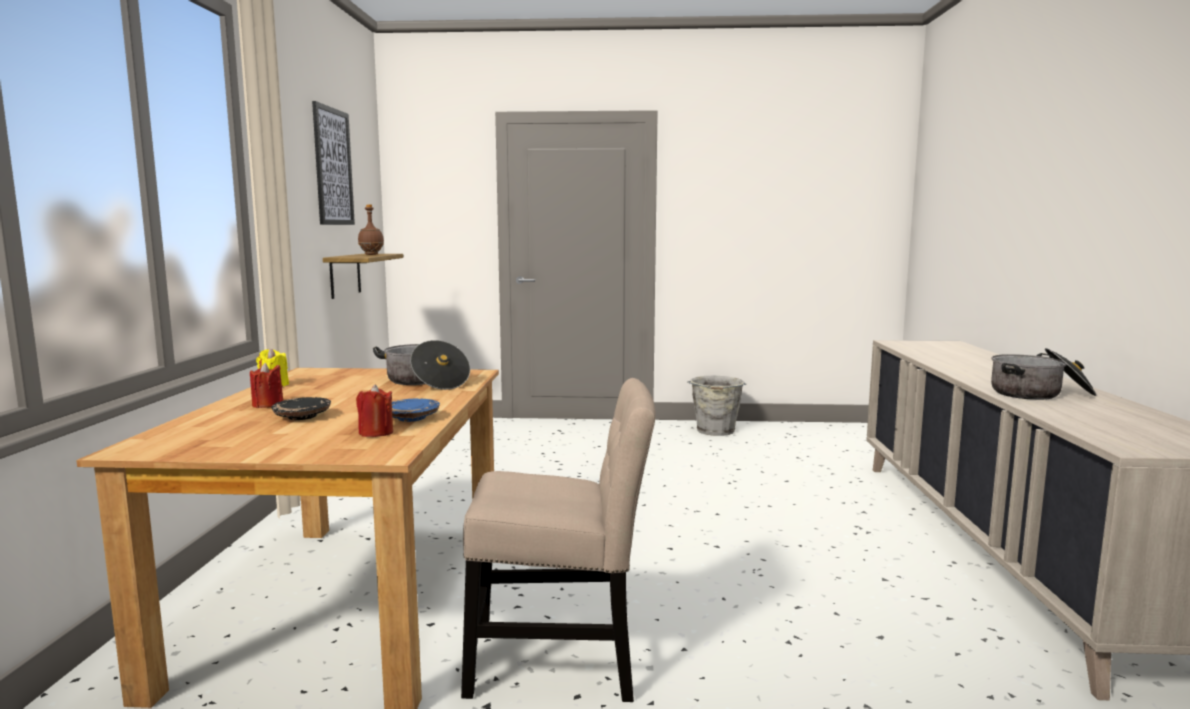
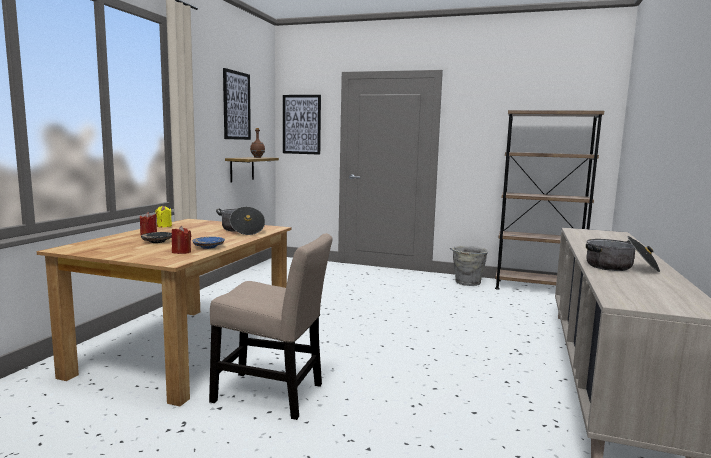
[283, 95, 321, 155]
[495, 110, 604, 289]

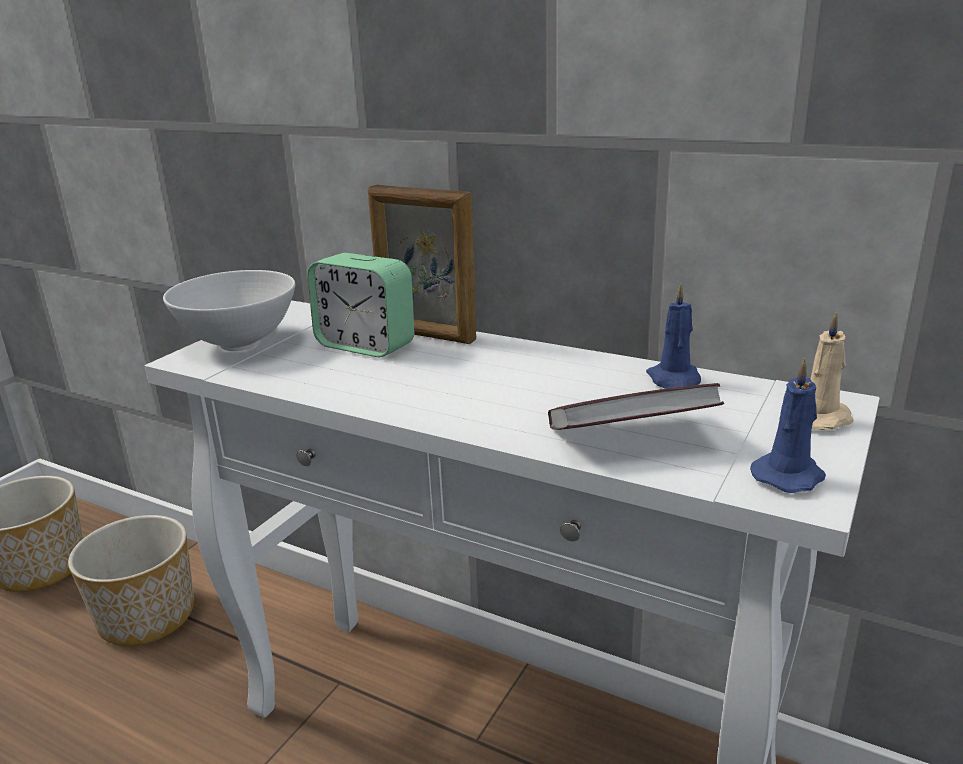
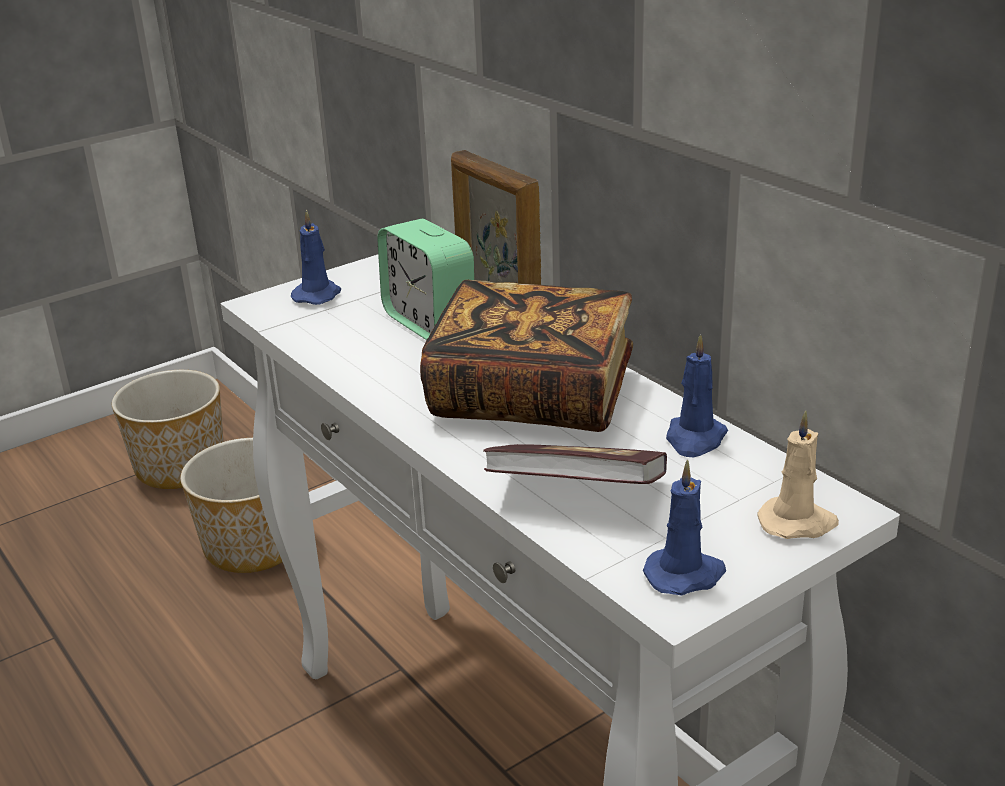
[420, 280, 633, 432]
[291, 209, 341, 305]

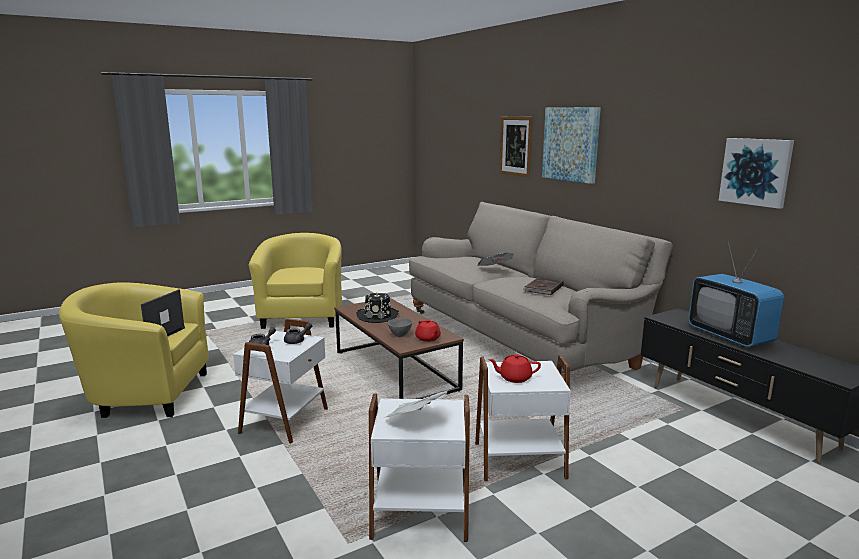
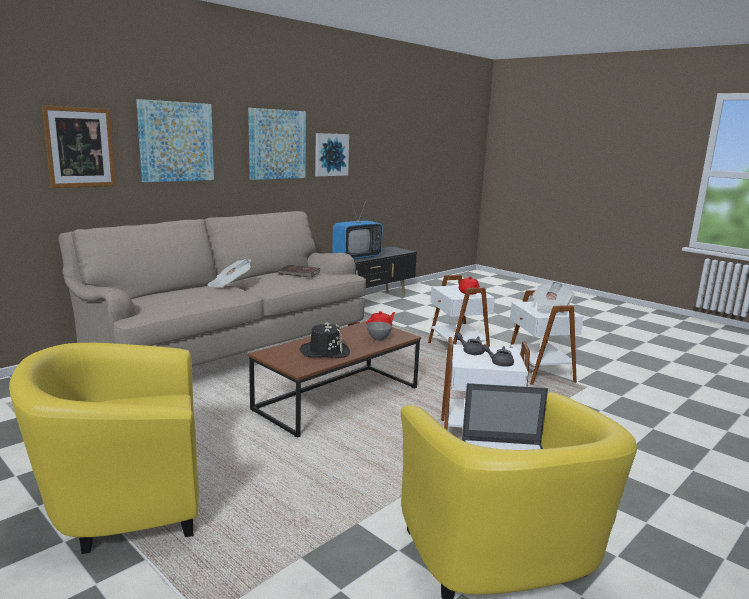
[248, 108, 306, 180]

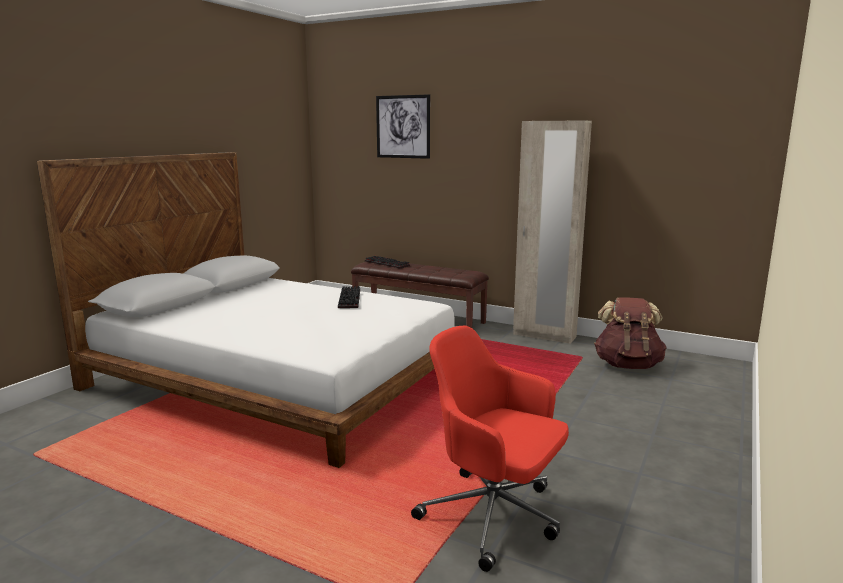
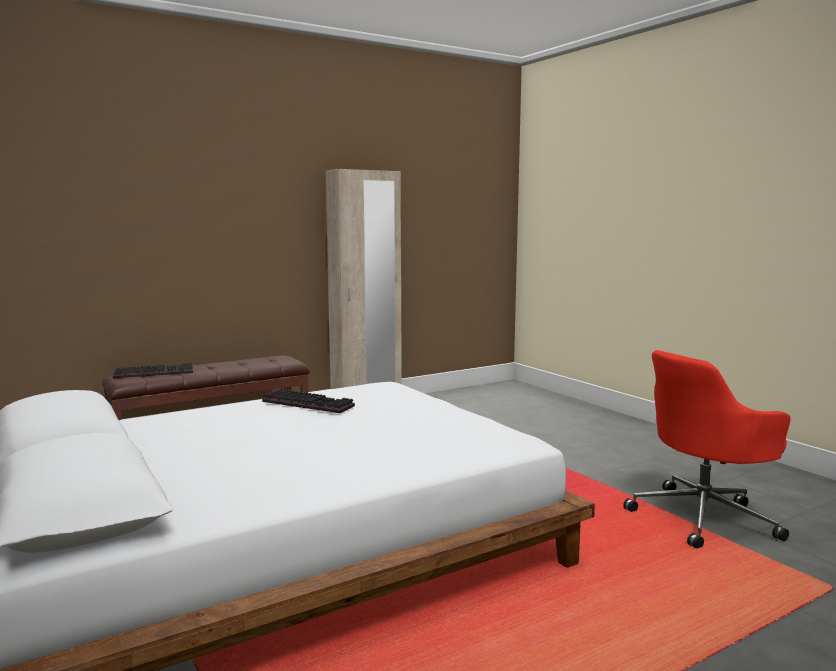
[376, 94, 430, 159] (first image)
[594, 297, 667, 369] (first image)

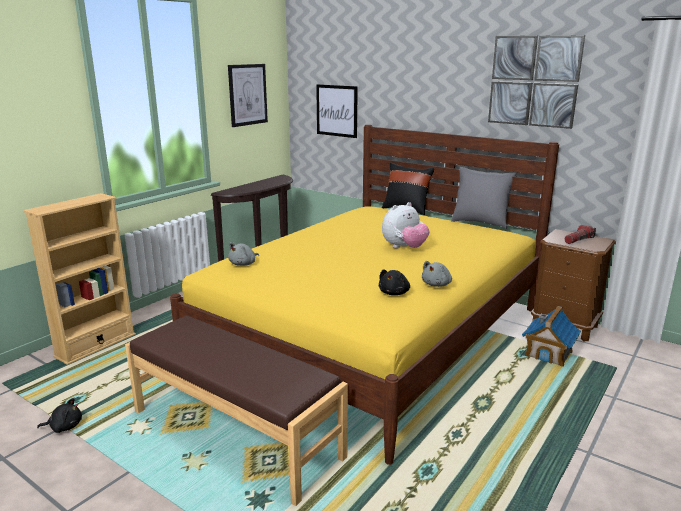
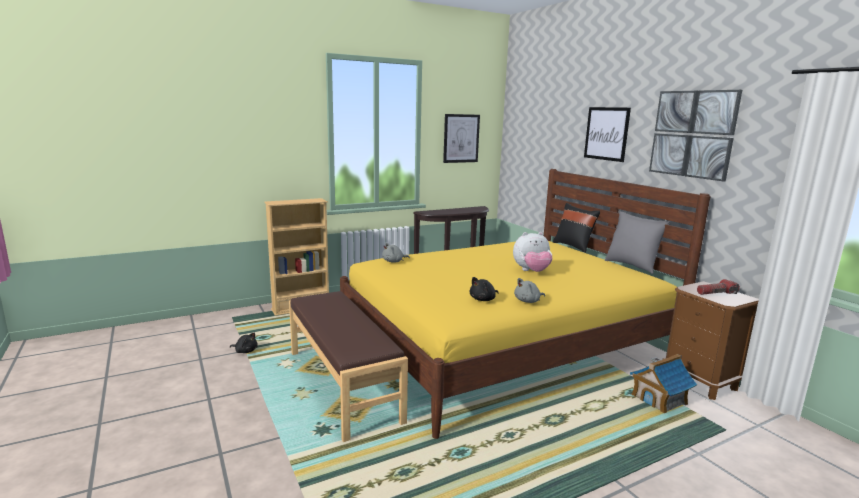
[584, 107, 631, 162]

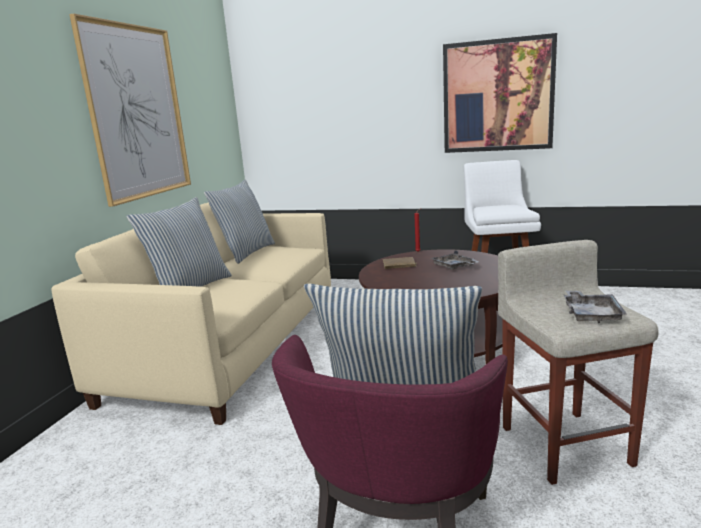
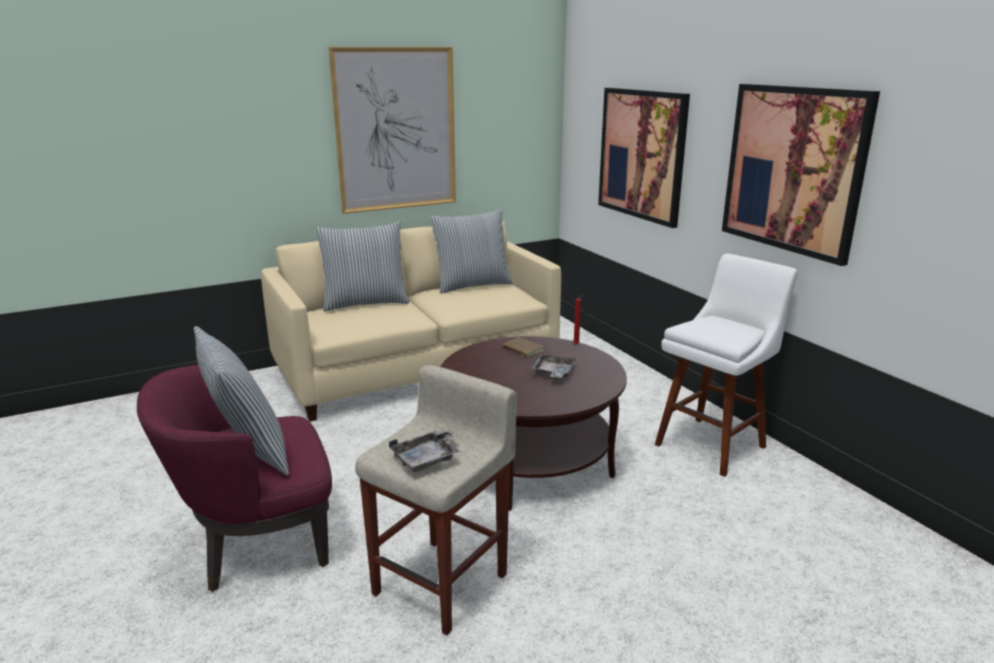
[598, 88, 690, 228]

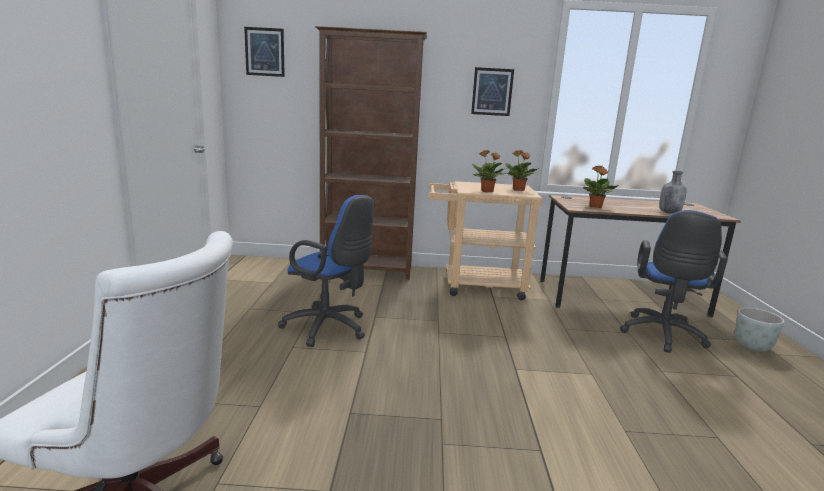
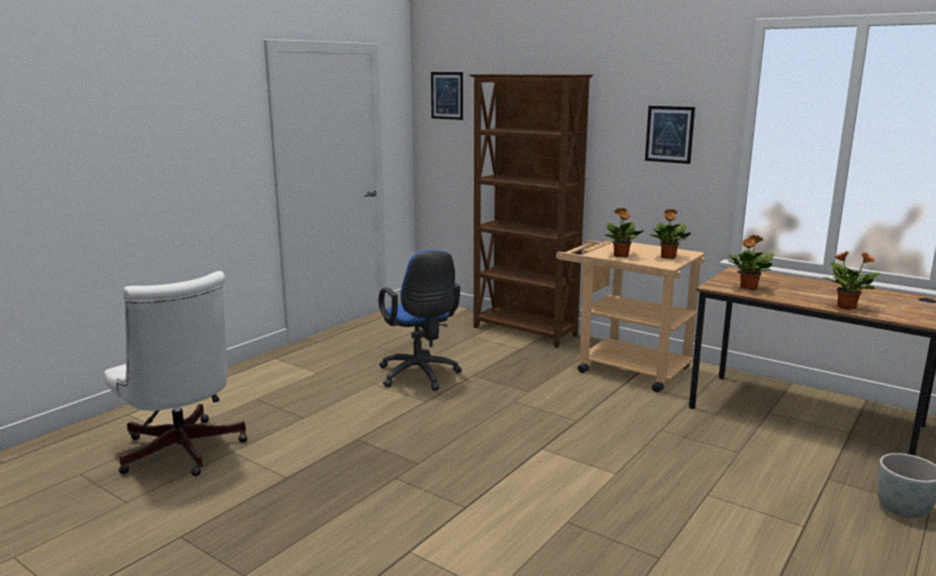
[620, 210, 728, 353] (first image)
[822, 251, 881, 310]

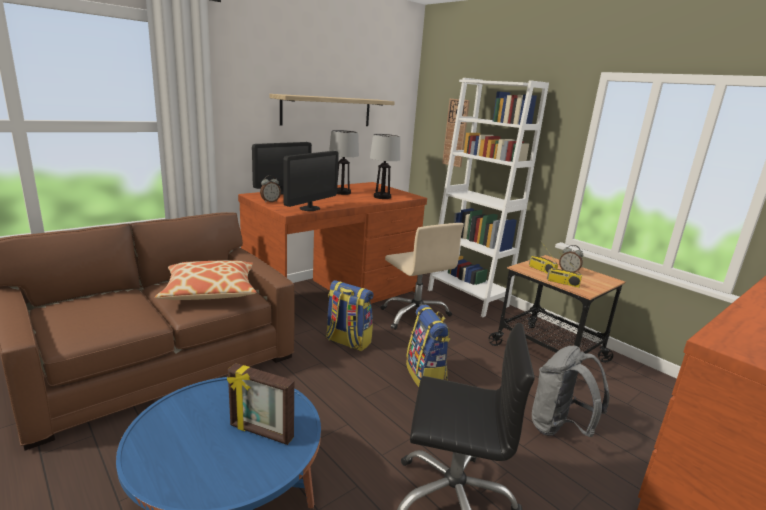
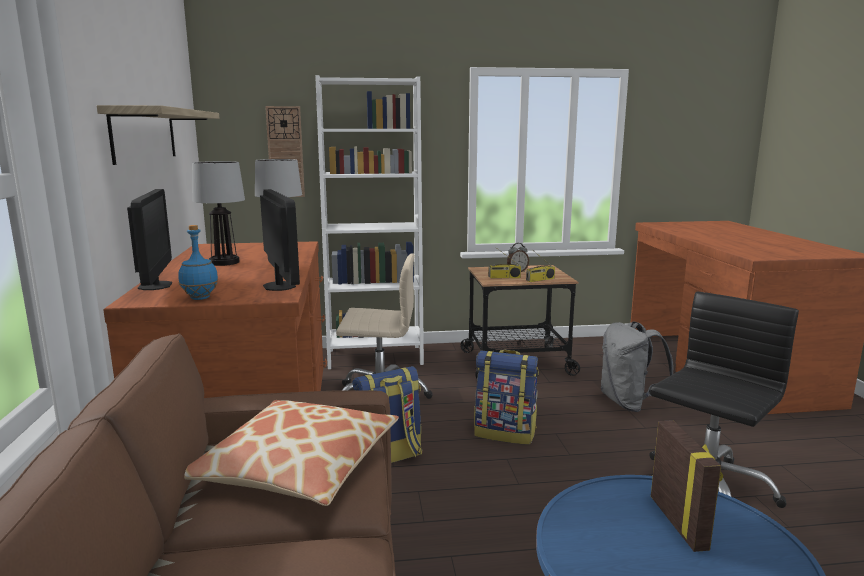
[178, 225, 218, 300]
[651, 420, 723, 552]

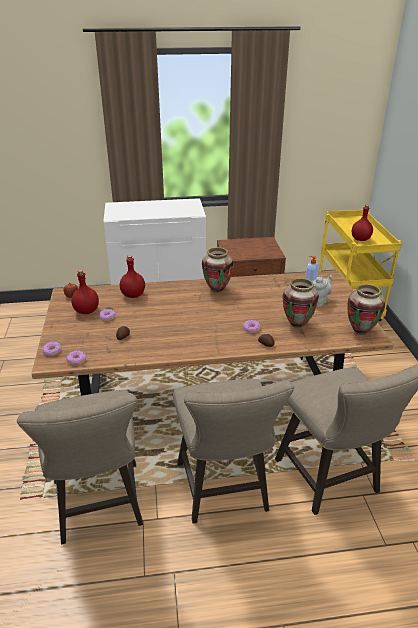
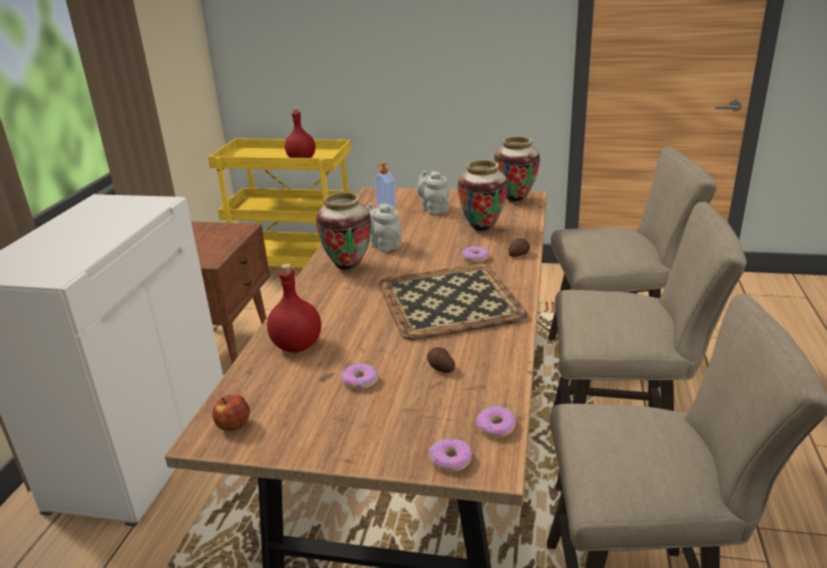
[72, 270, 99, 314] (first image)
[367, 203, 401, 252]
[379, 264, 528, 340]

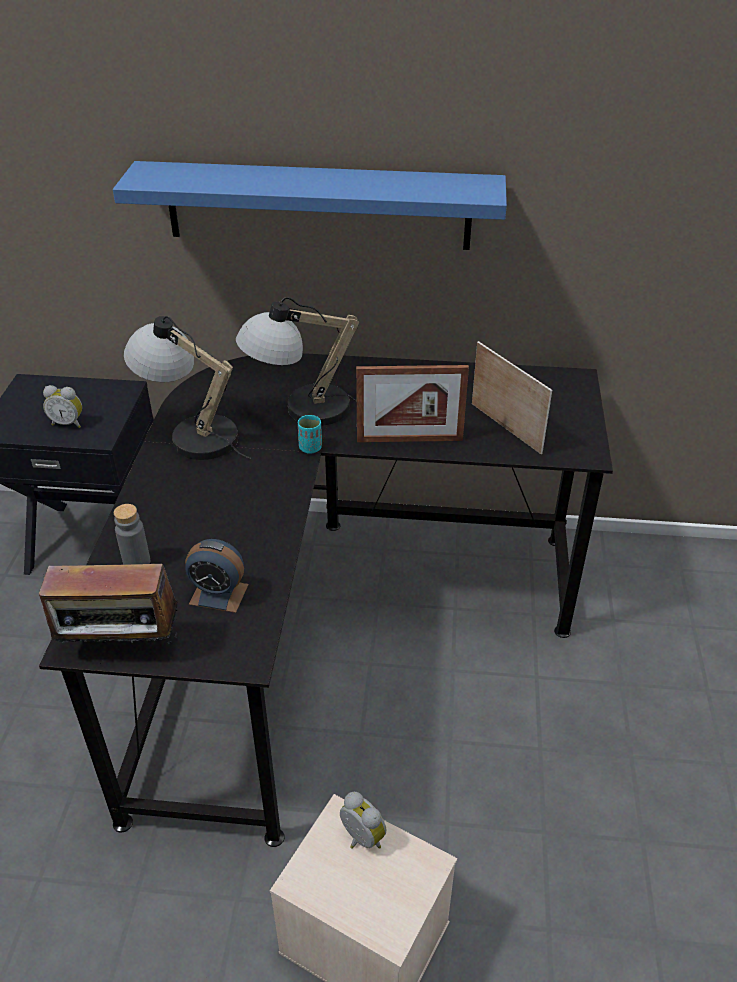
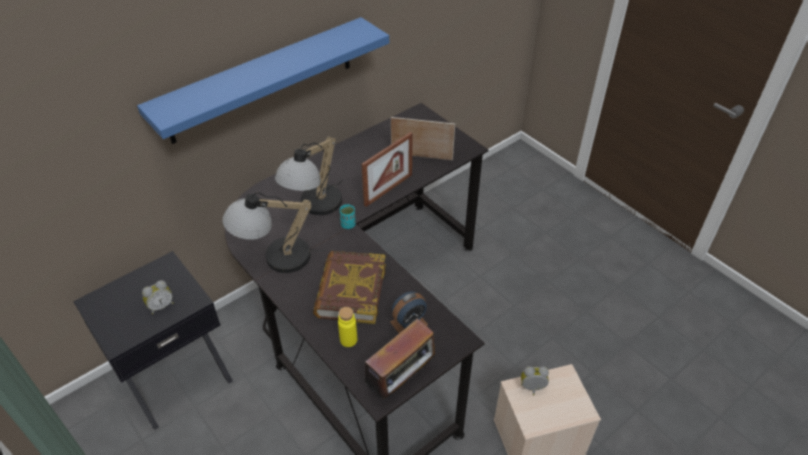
[313, 251, 386, 324]
[338, 307, 357, 347]

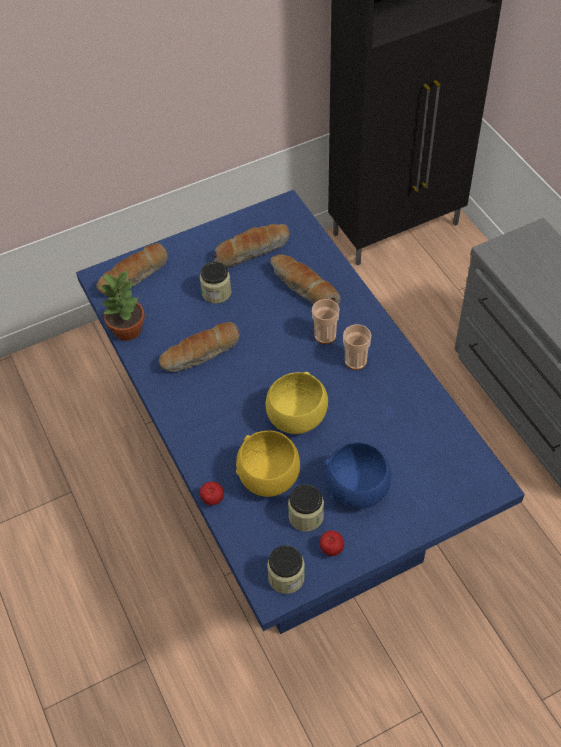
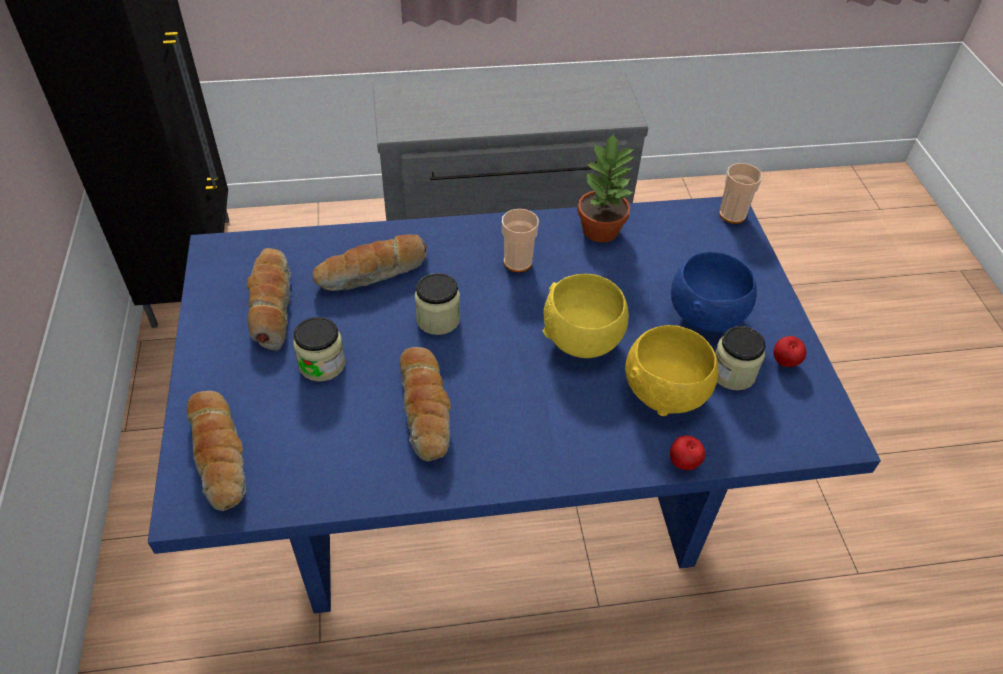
[577, 132, 635, 243]
[415, 273, 460, 335]
[719, 163, 763, 224]

